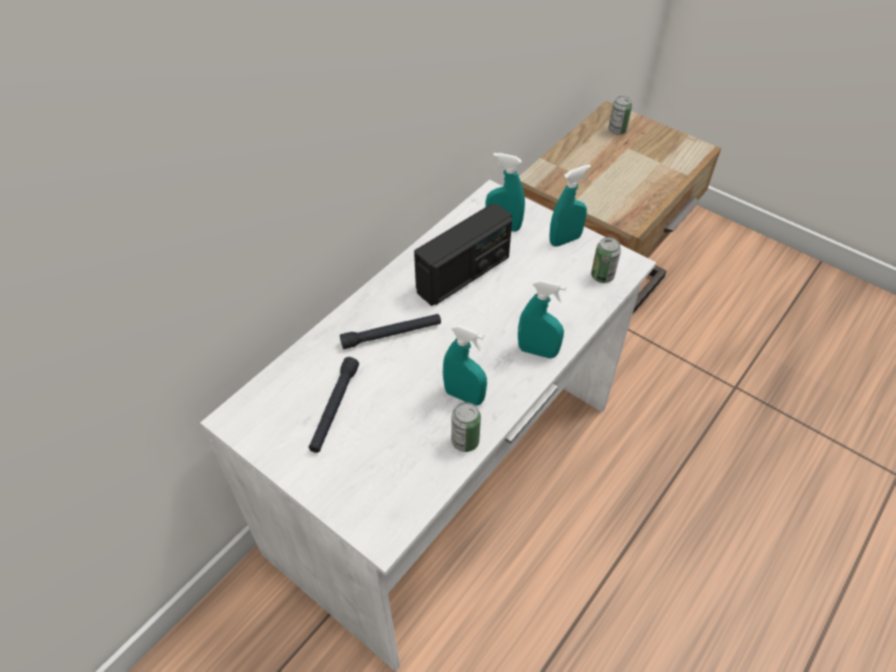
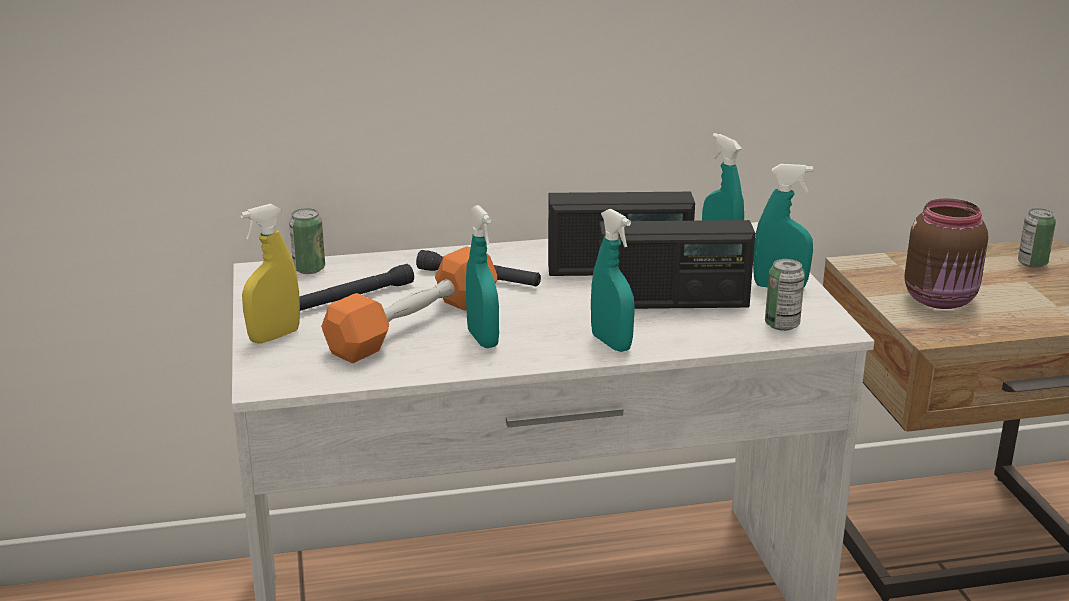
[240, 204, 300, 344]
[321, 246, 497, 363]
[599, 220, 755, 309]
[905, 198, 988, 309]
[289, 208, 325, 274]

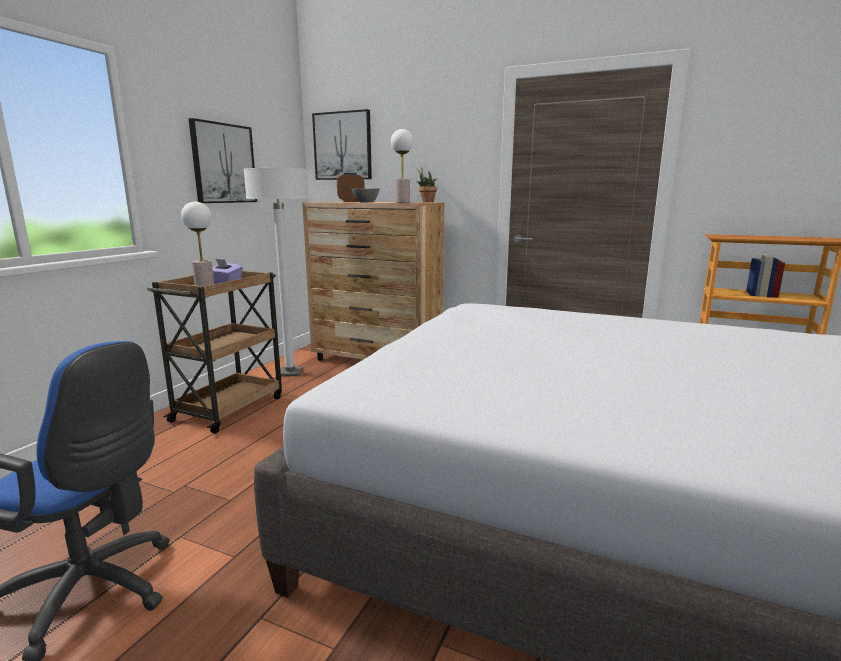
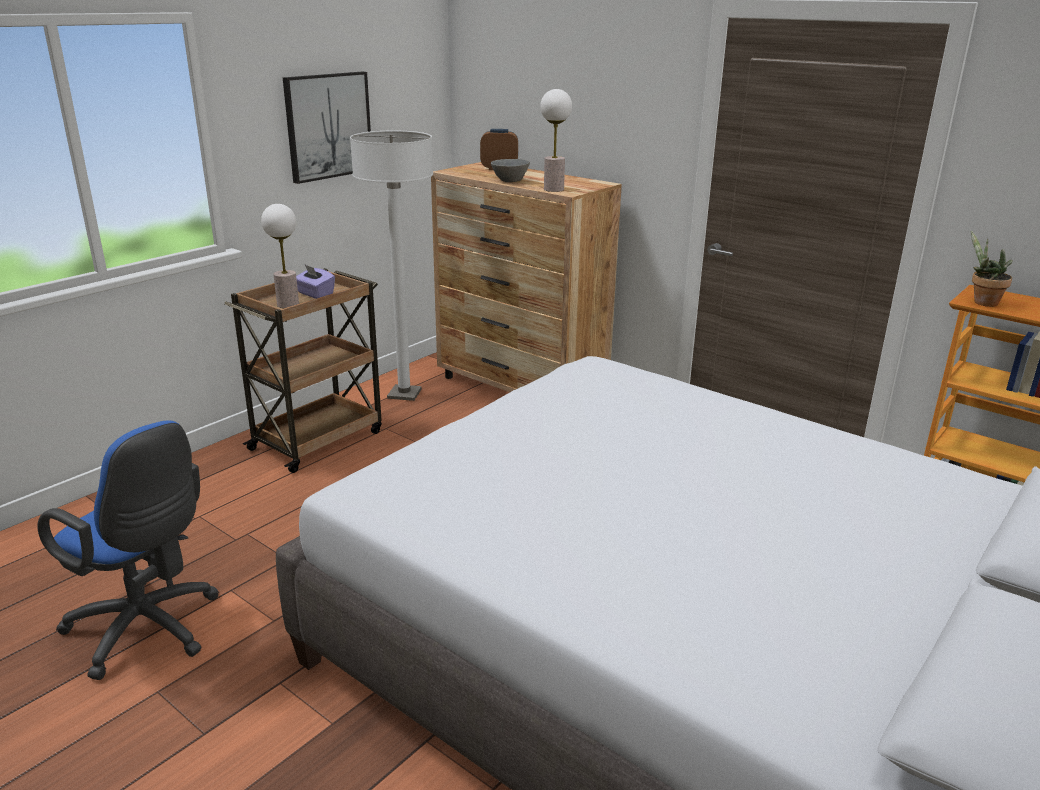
[312, 109, 372, 180] (first image)
[971, 231, 1013, 307]

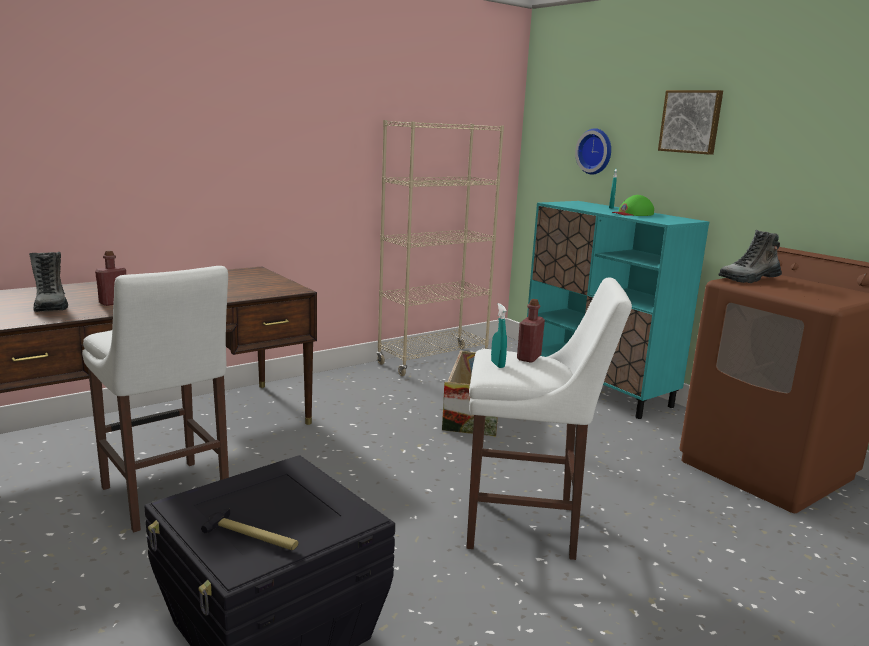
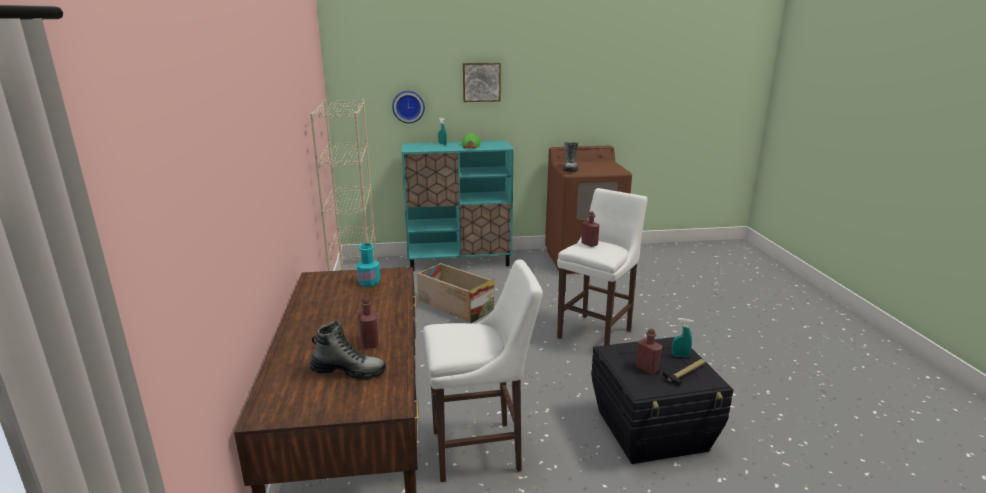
[356, 243, 381, 287]
[636, 329, 662, 374]
[672, 318, 692, 358]

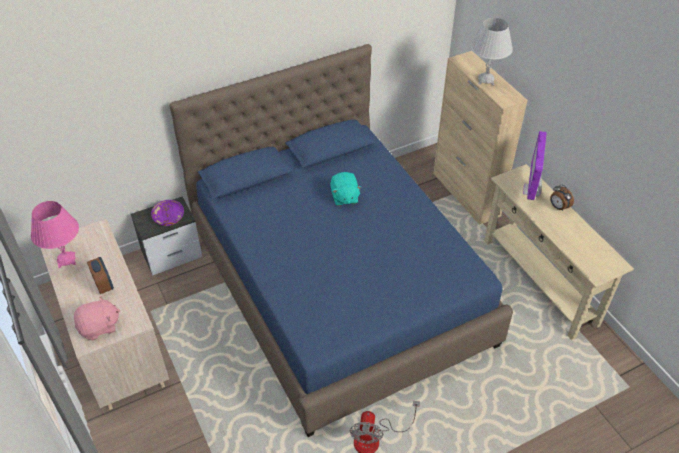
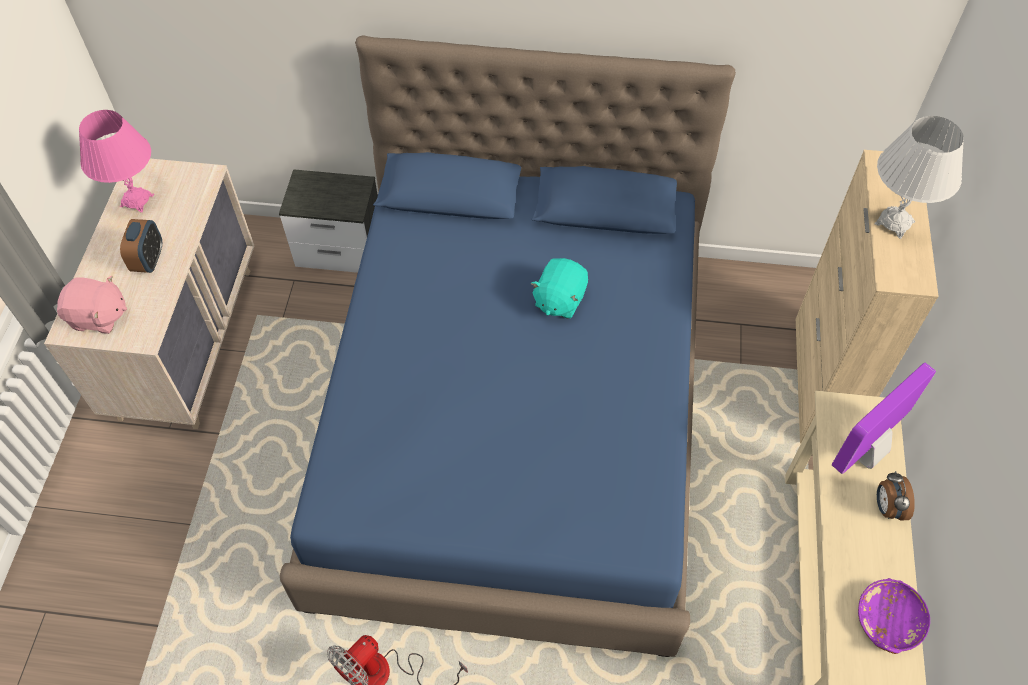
[858, 578, 930, 654]

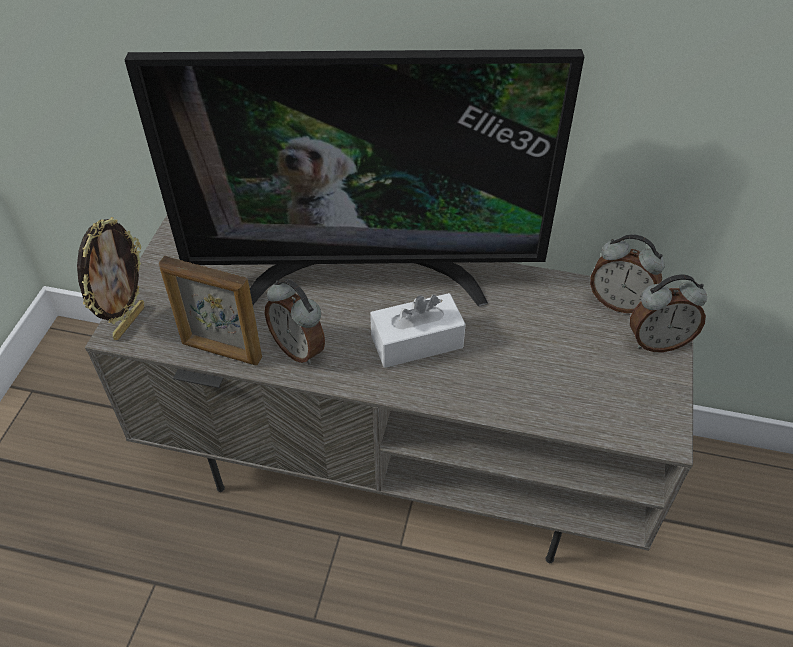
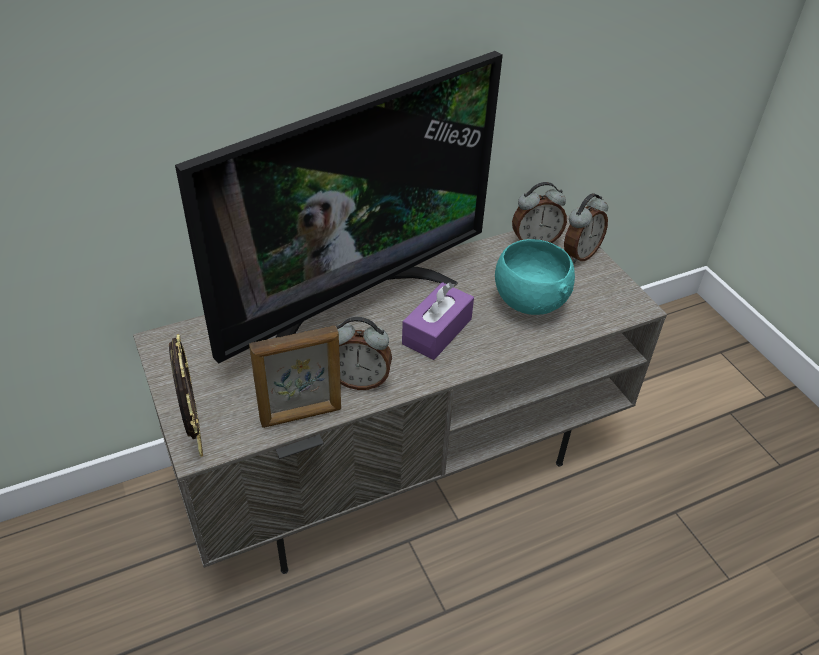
[495, 239, 575, 315]
[402, 282, 474, 360]

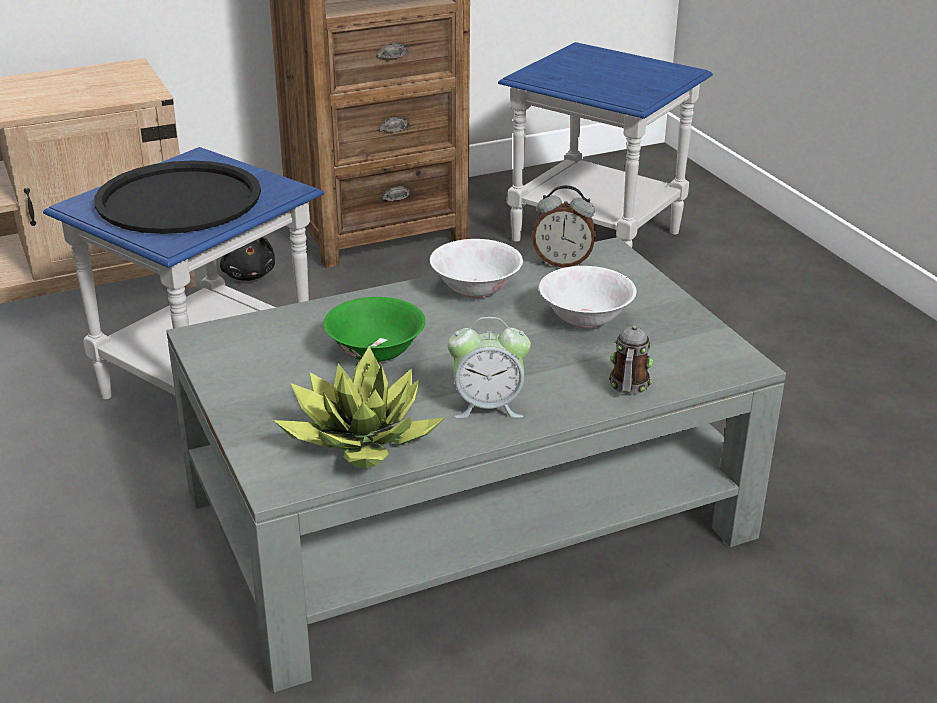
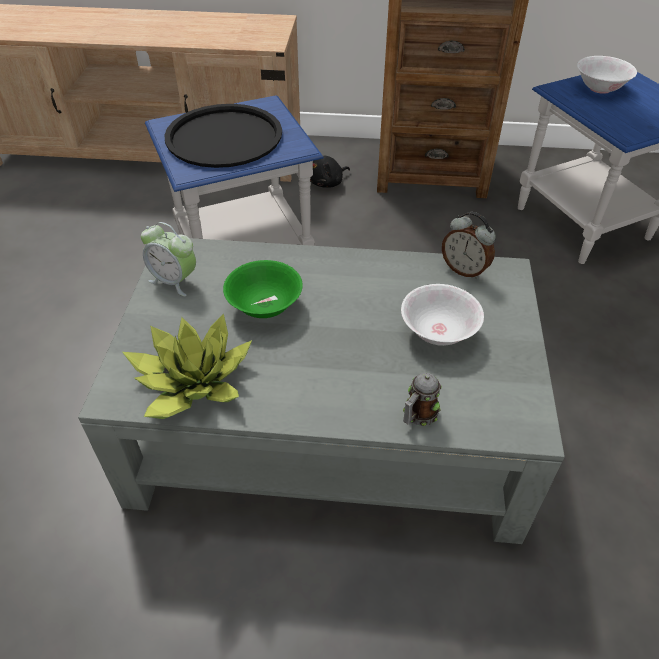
[577, 56, 637, 94]
[141, 222, 196, 296]
[310, 156, 350, 188]

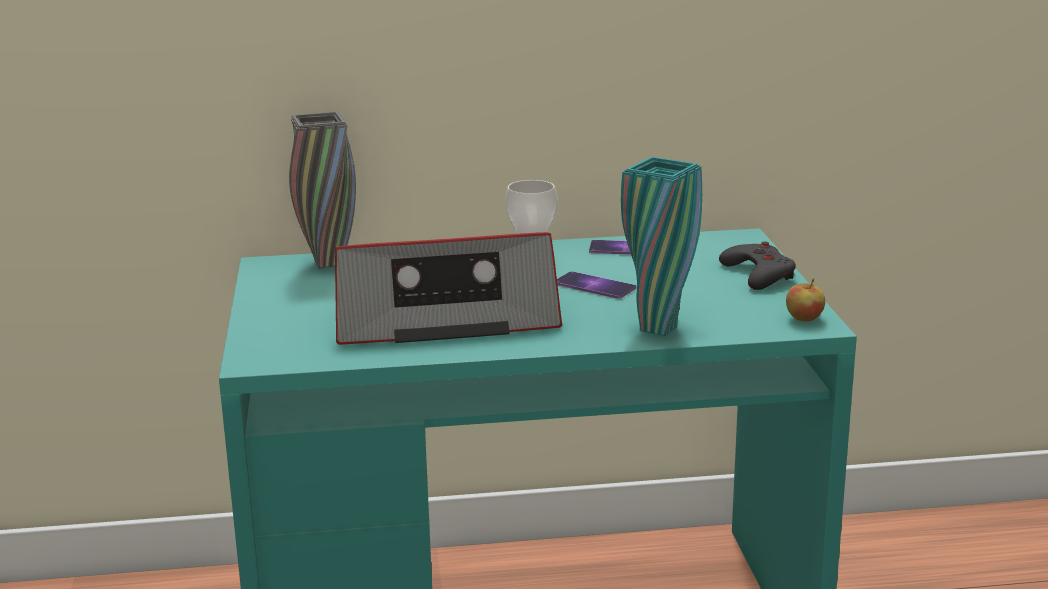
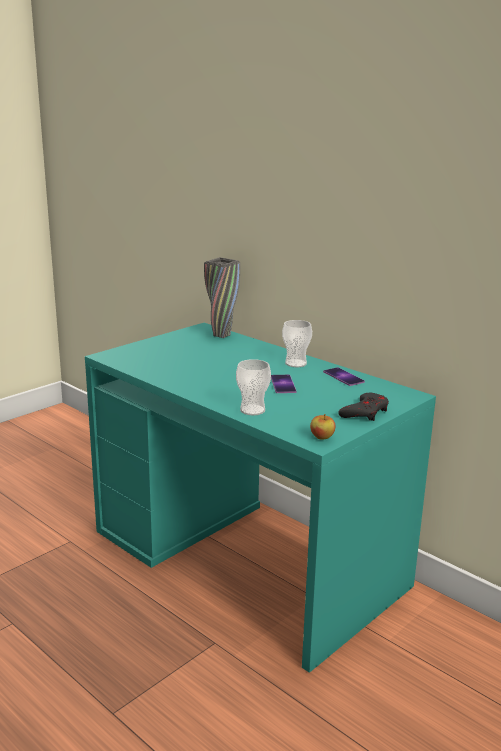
[335, 232, 562, 345] (first image)
[236, 359, 271, 415]

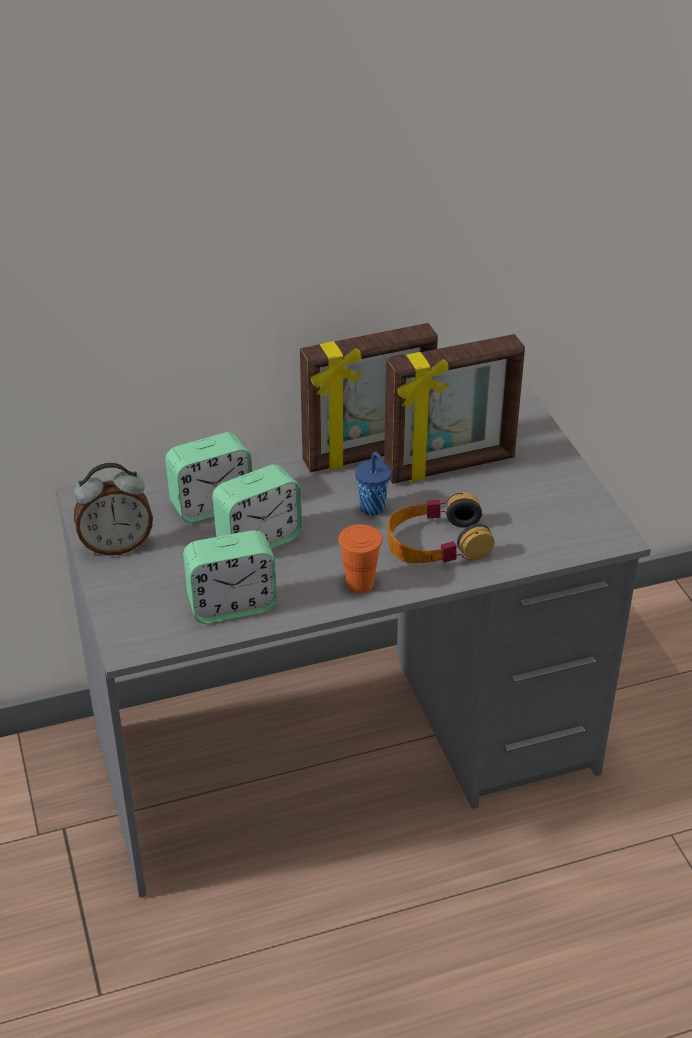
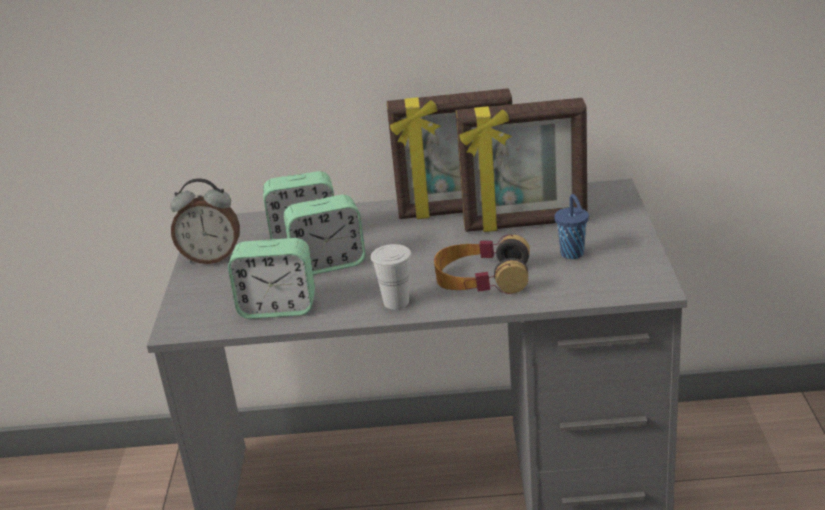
[555, 194, 589, 259]
[371, 244, 412, 309]

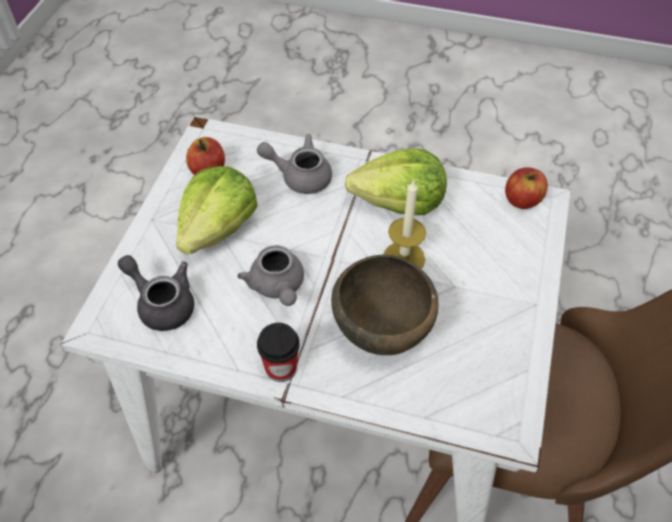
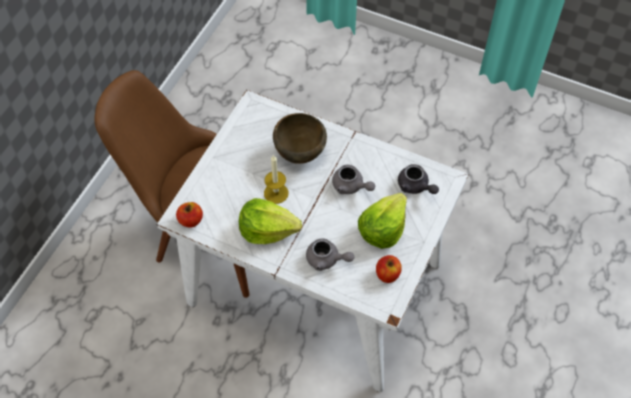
[257, 323, 300, 382] (first image)
[332, 165, 375, 194]

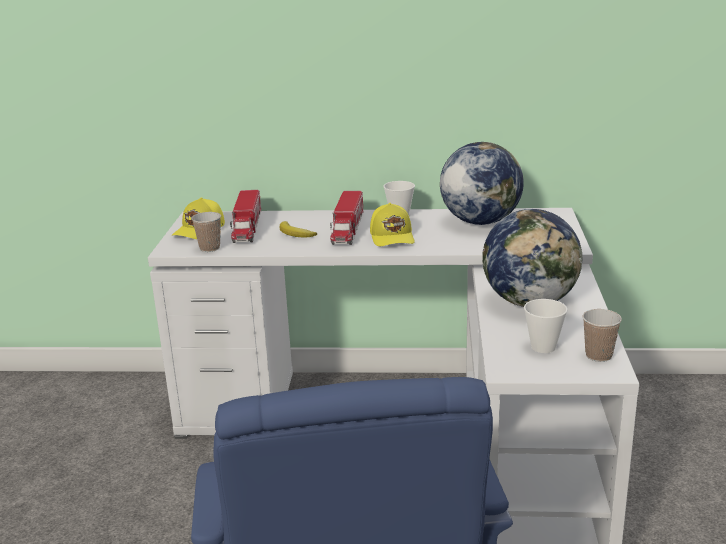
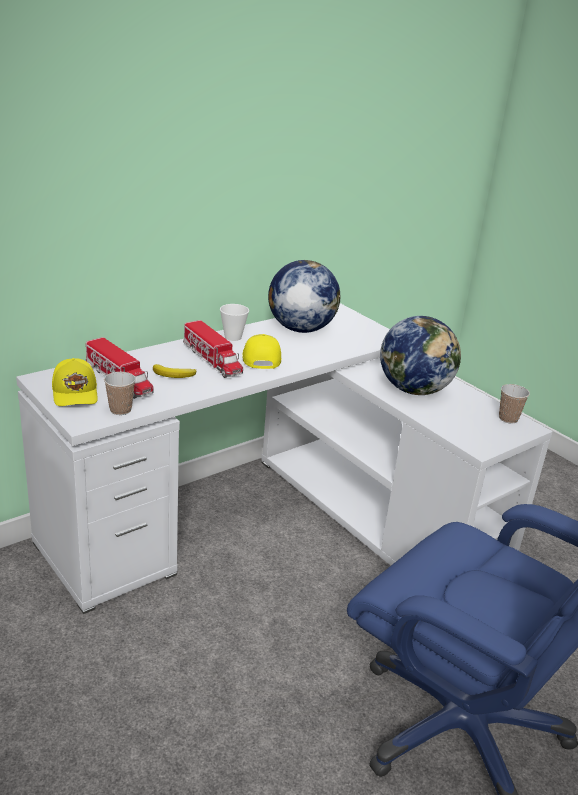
[524, 299, 568, 353] (first image)
[243, 334, 281, 369]

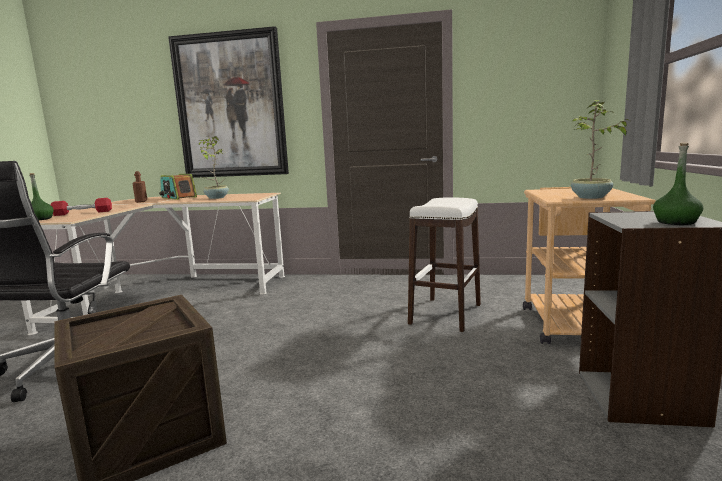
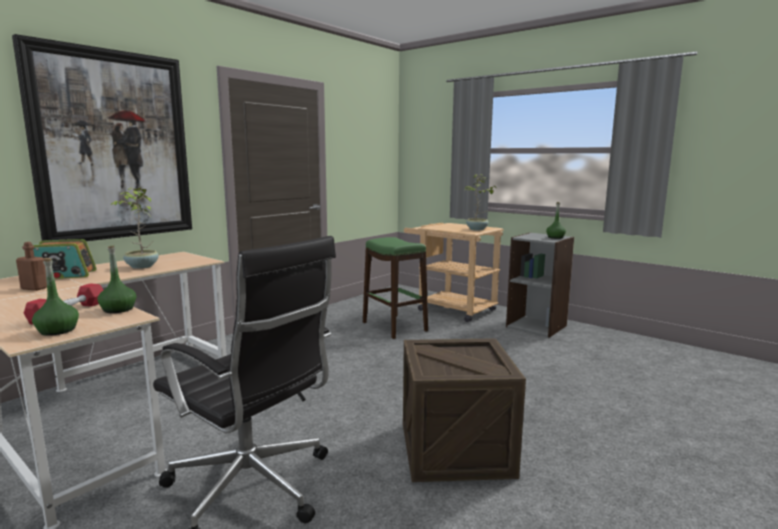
[98, 245, 136, 313]
[363, 237, 428, 339]

